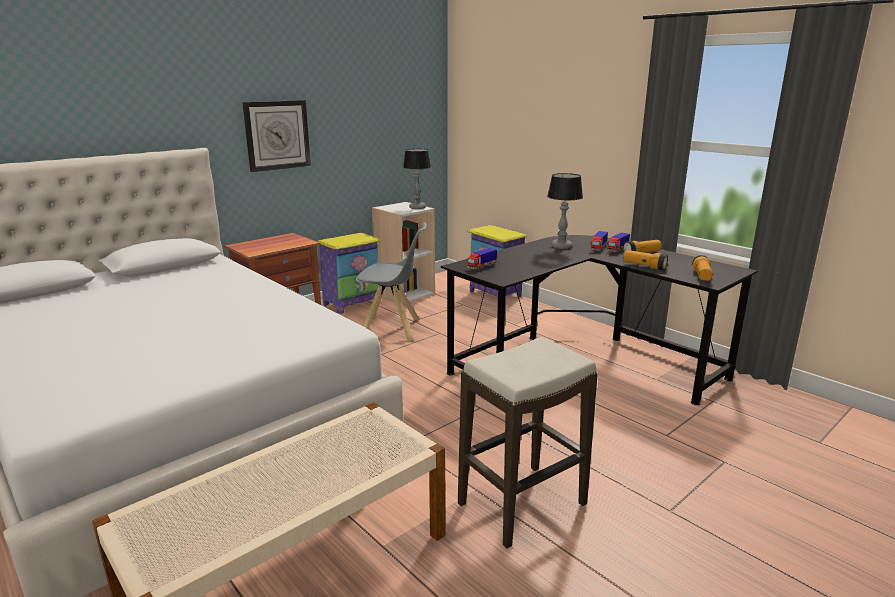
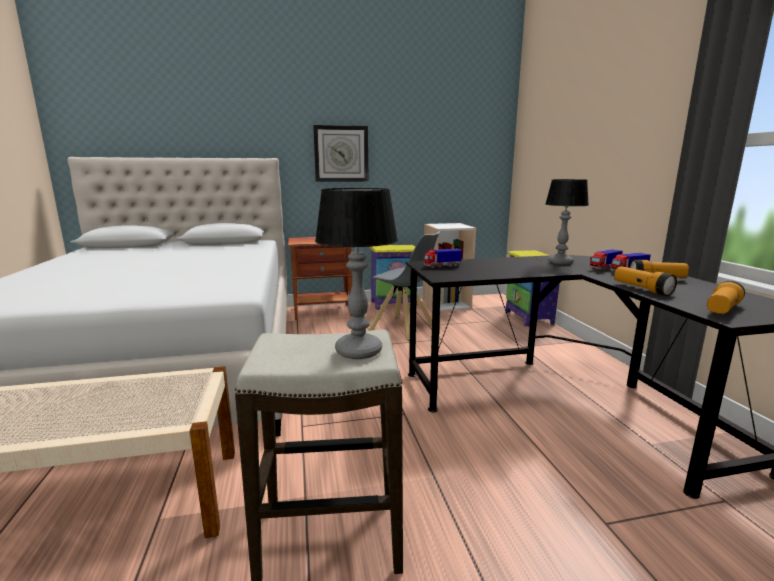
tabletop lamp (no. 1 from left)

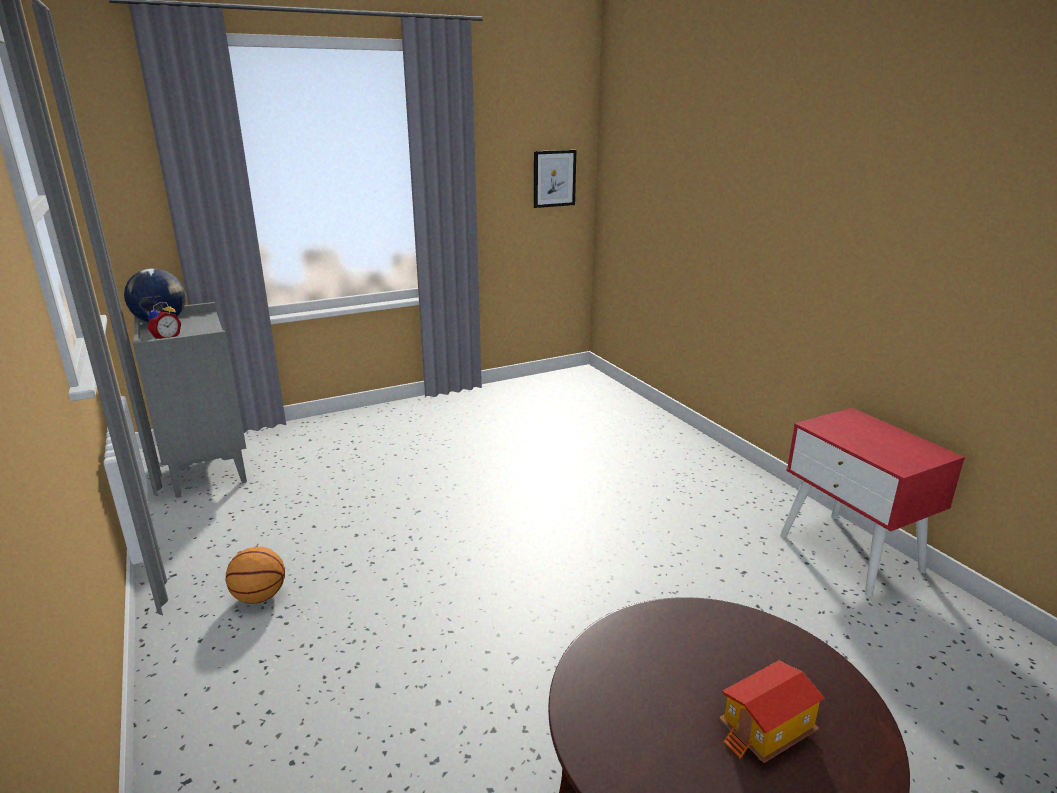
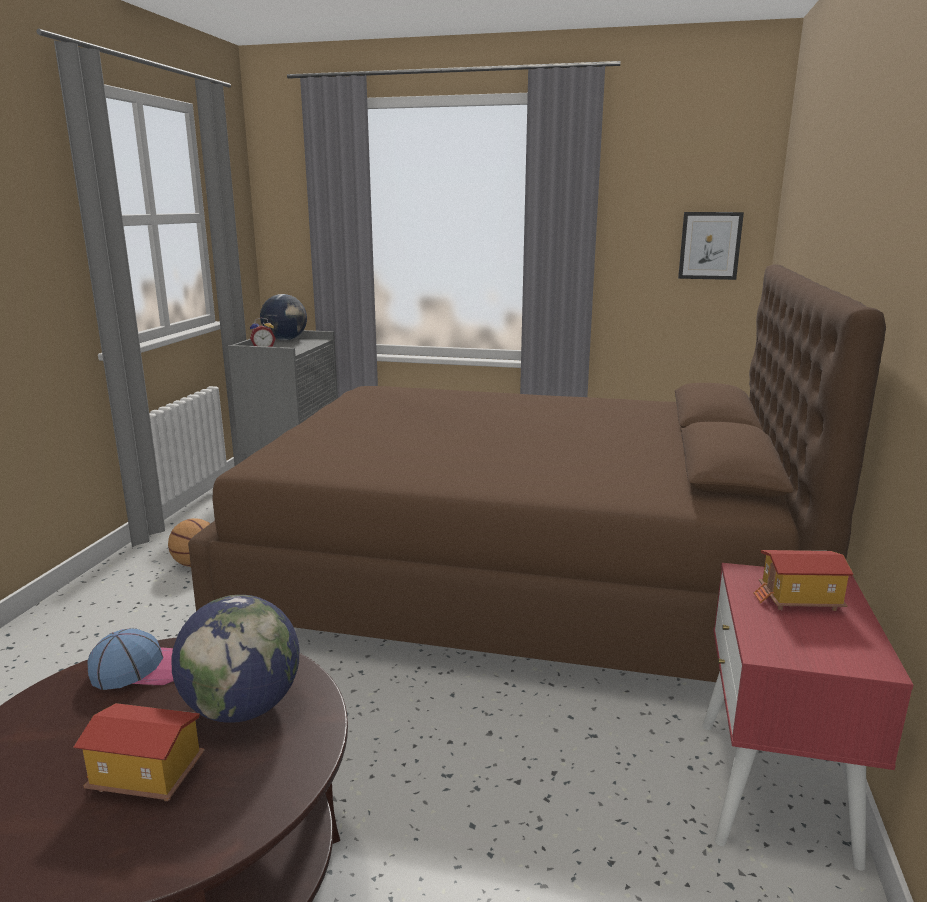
baseball cap
globe (no. 1 from left)
brownish bed
miniature house (no. 2 from left)

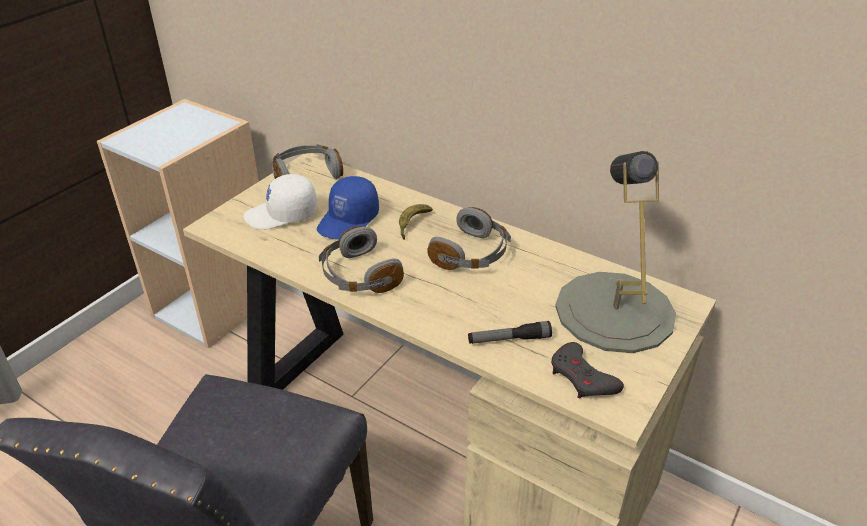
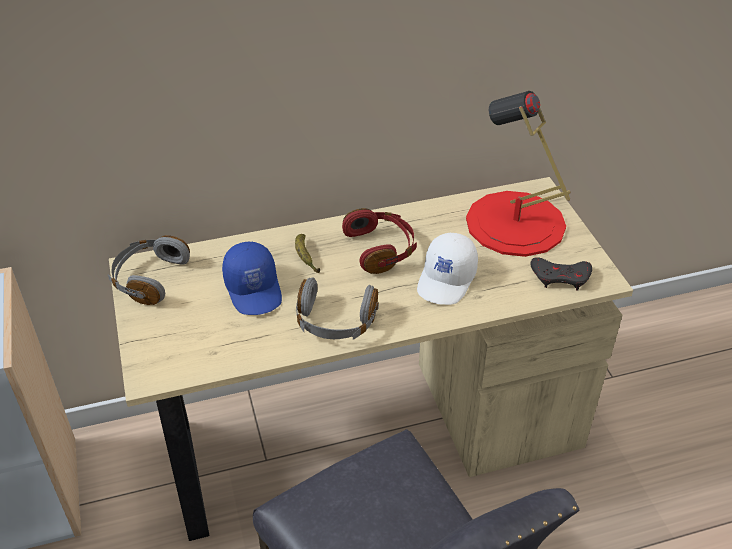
red headphones
white-coloured baseball cap
red tabletop lamp
flashlight

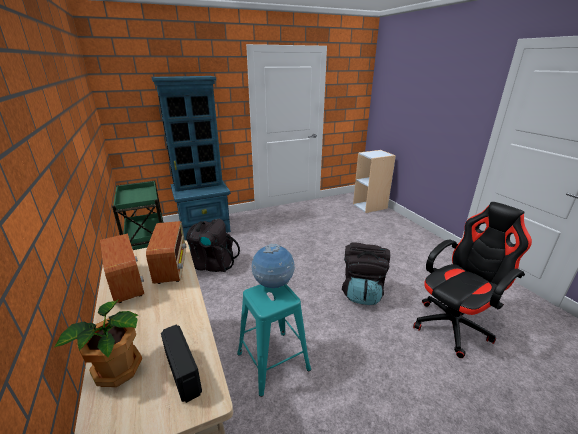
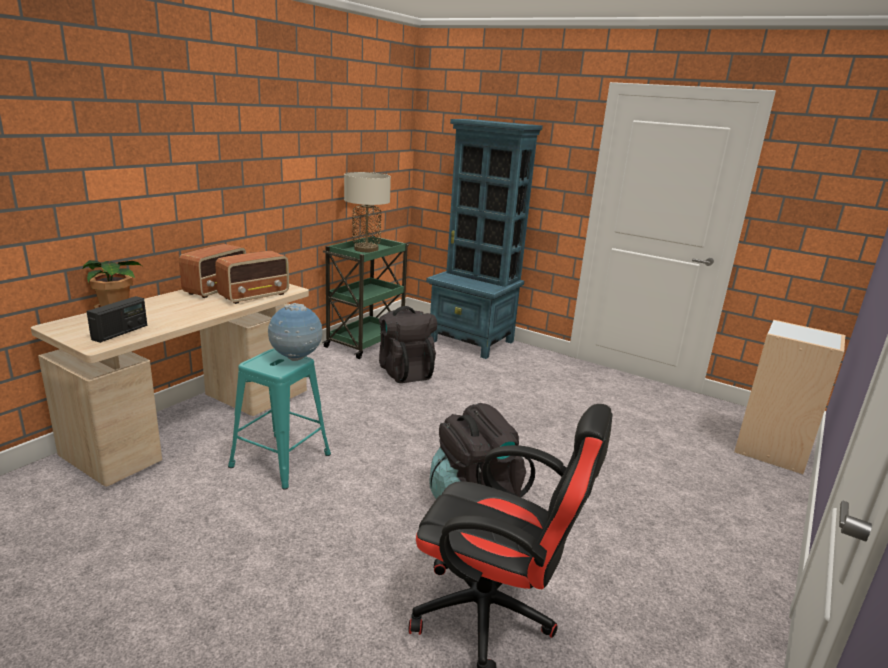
tabletop lamp

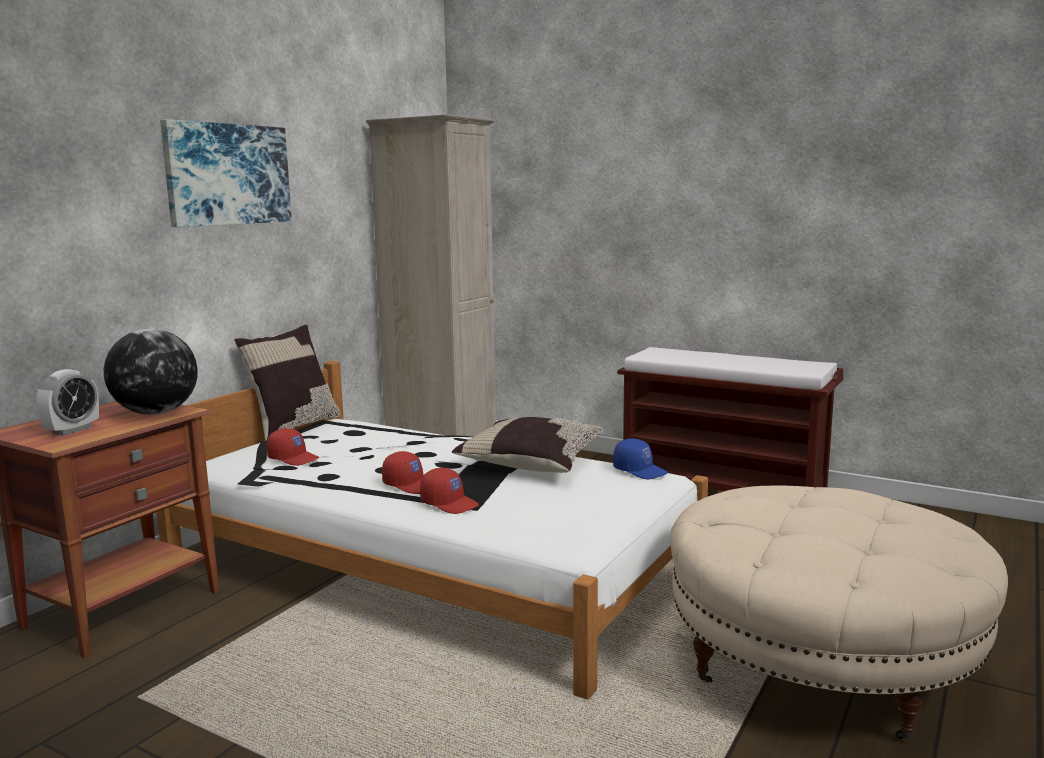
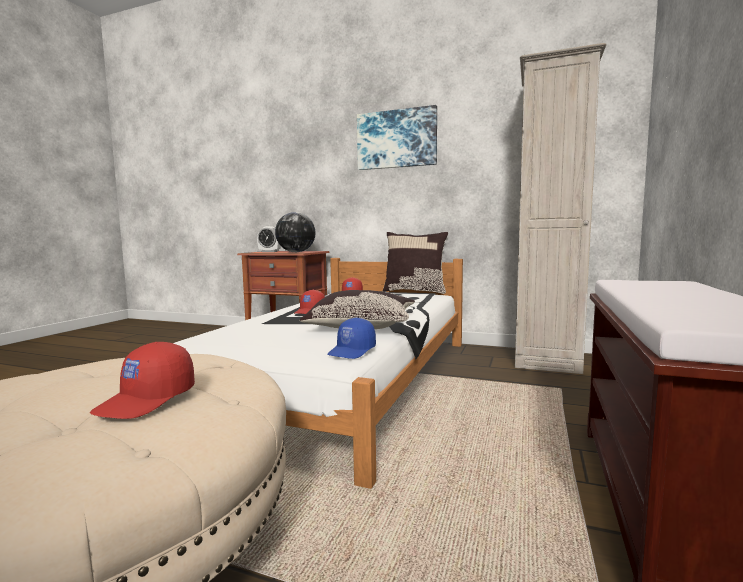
red baseball cap (no. 1 from left)

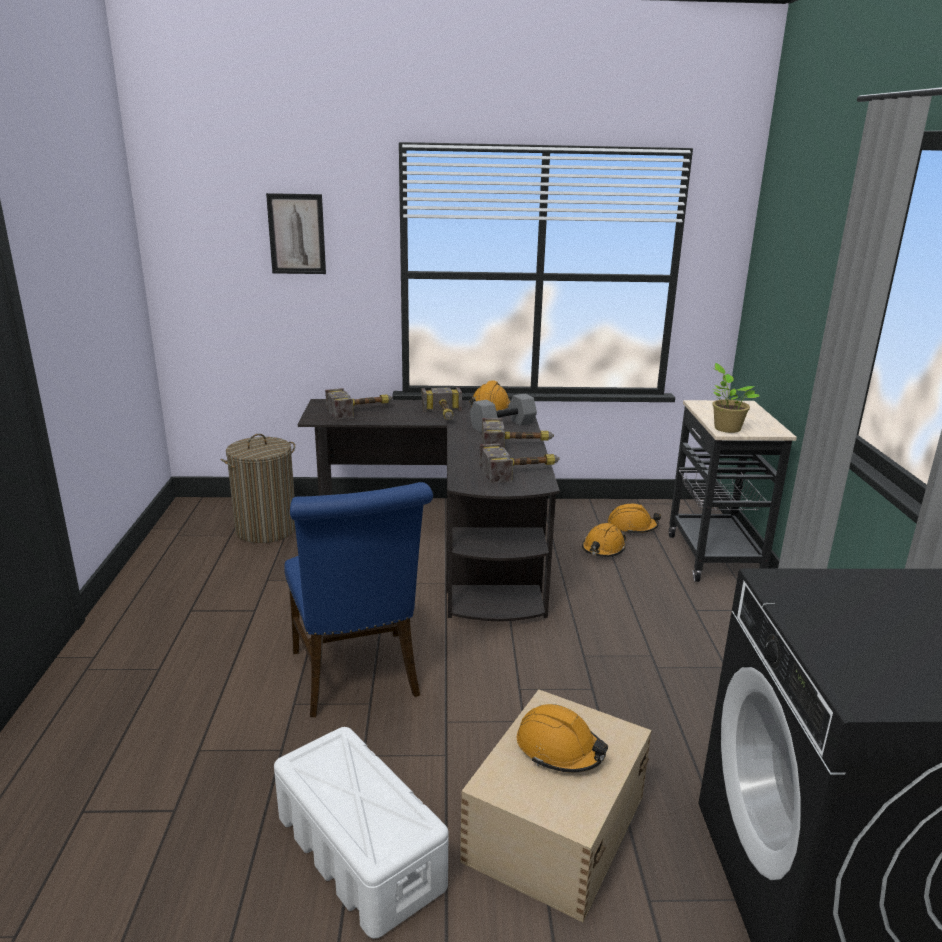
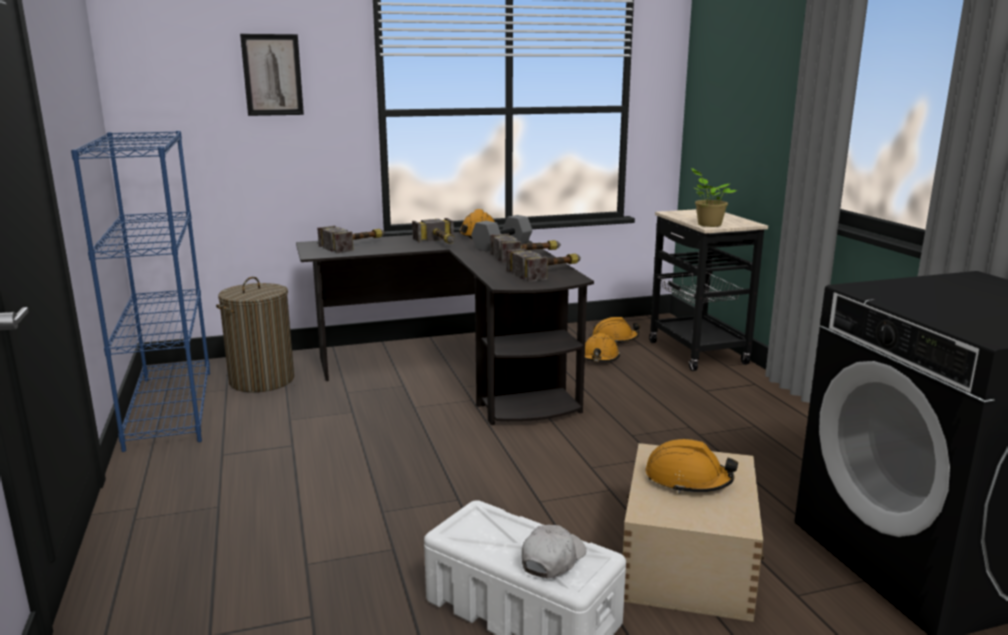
blue-coloured bookshelf
white-coloured baseball cap
blue-coloured plain chair

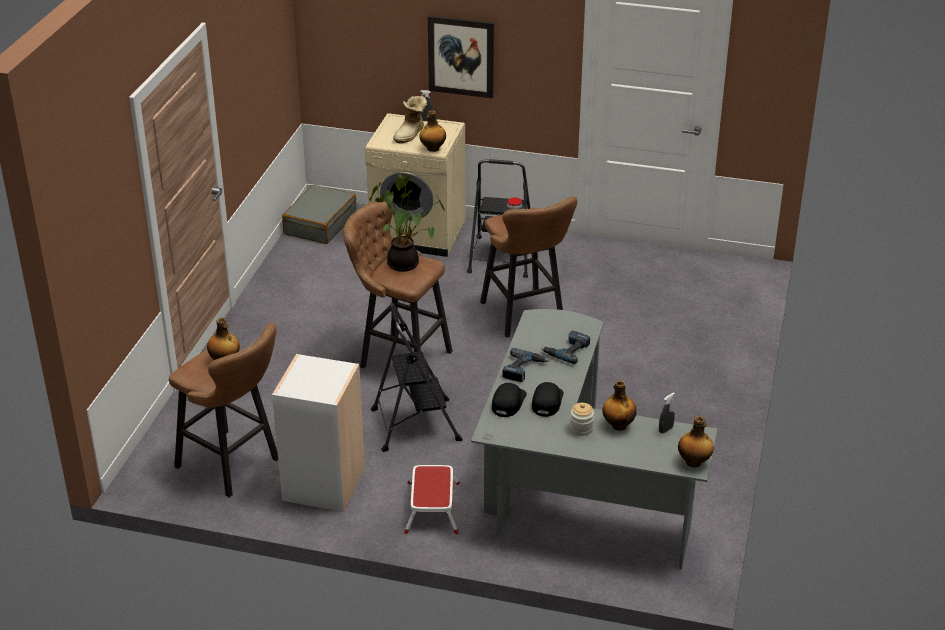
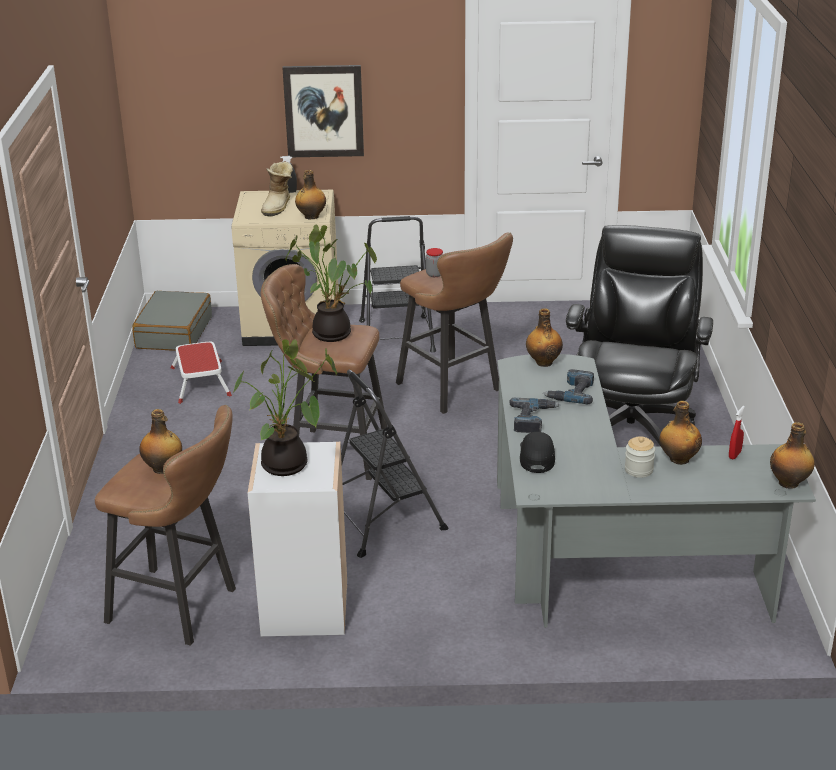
red step ladder
houseplant (no. 1 from left)
drink bottle (no. 3 from left)
black-coloured computer chair
red sprayer
black-coloured baseball cap (no. 2 from left in the first image)

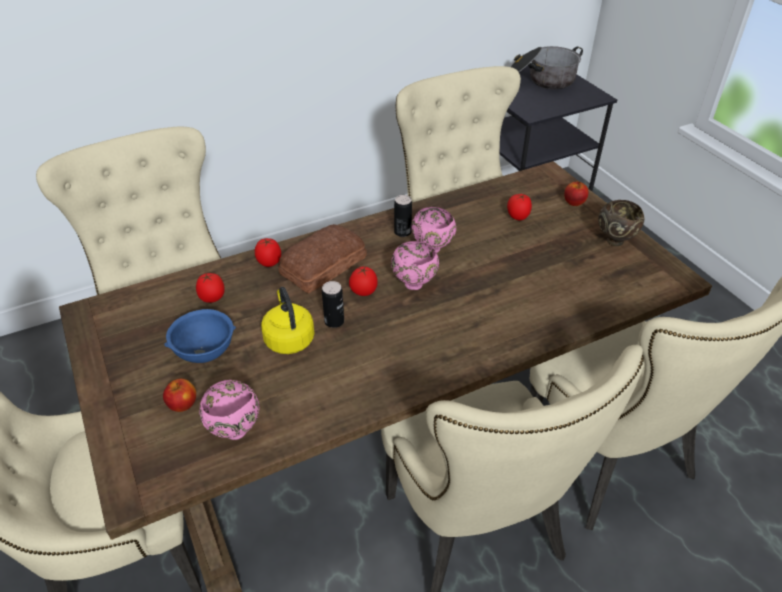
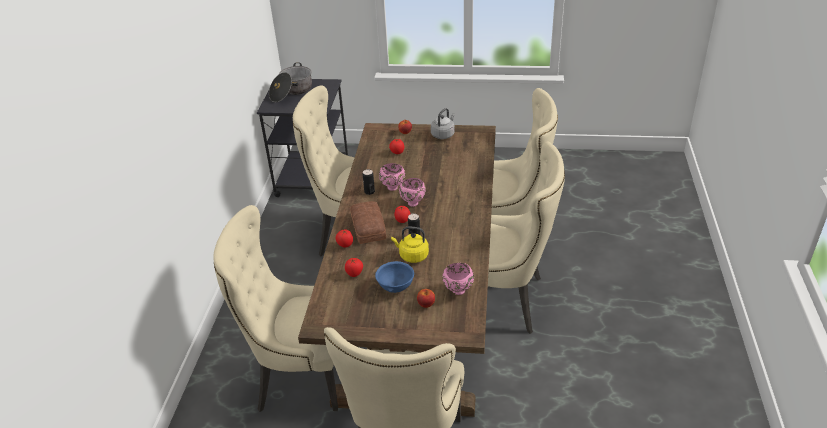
gray tea kettle

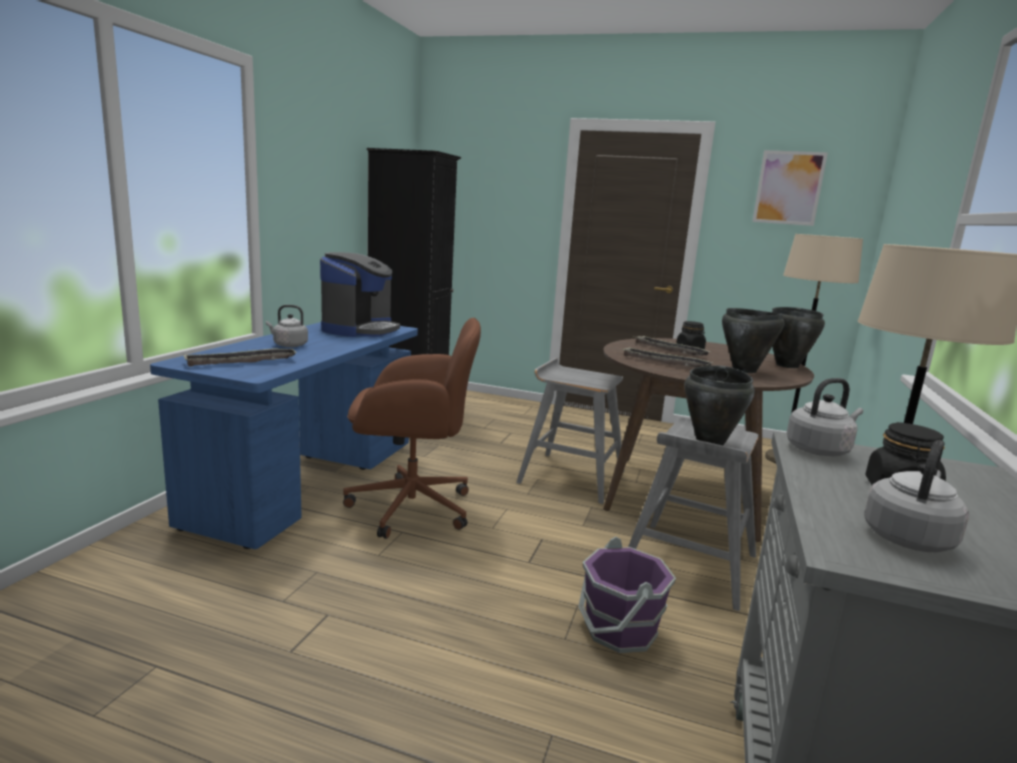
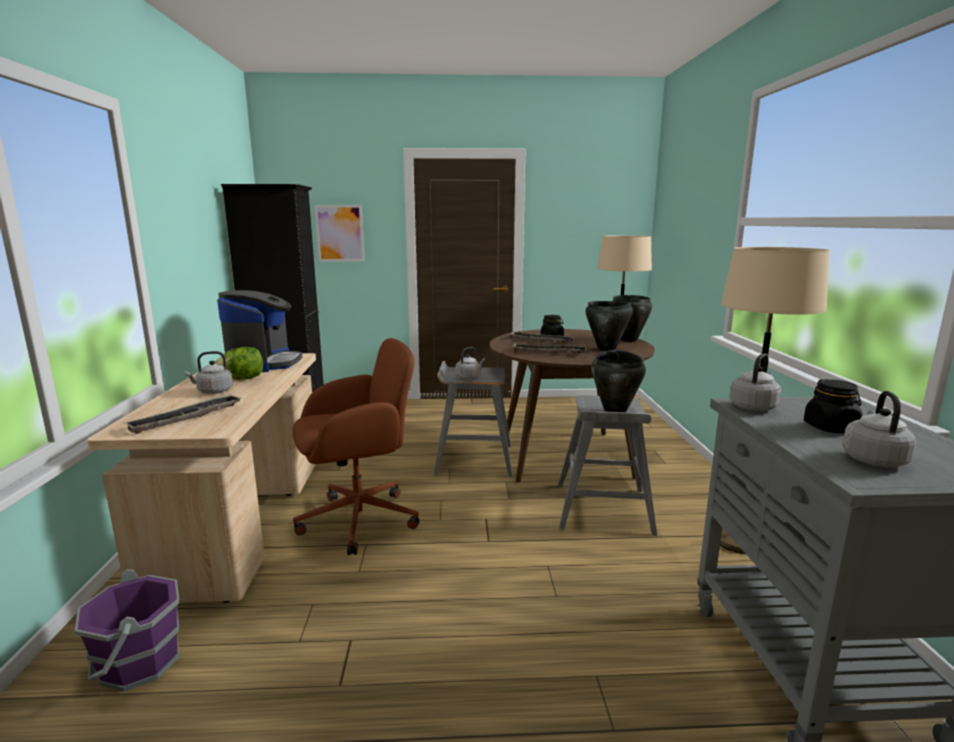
purple bucket
beige desk table
lettuce
picture
gray tea kettle (no. 2 from left)

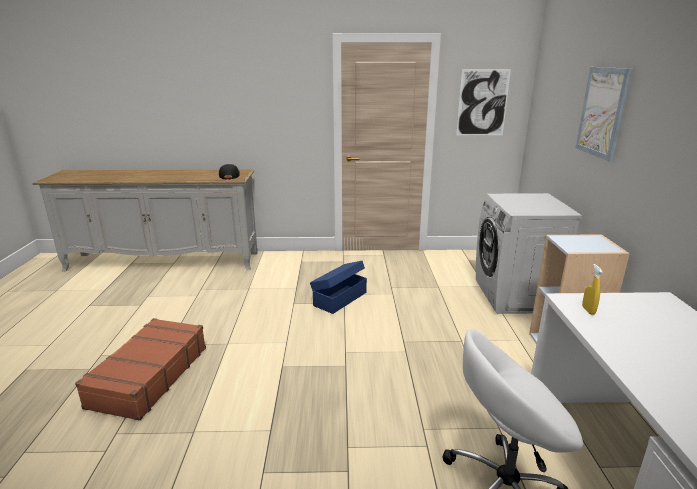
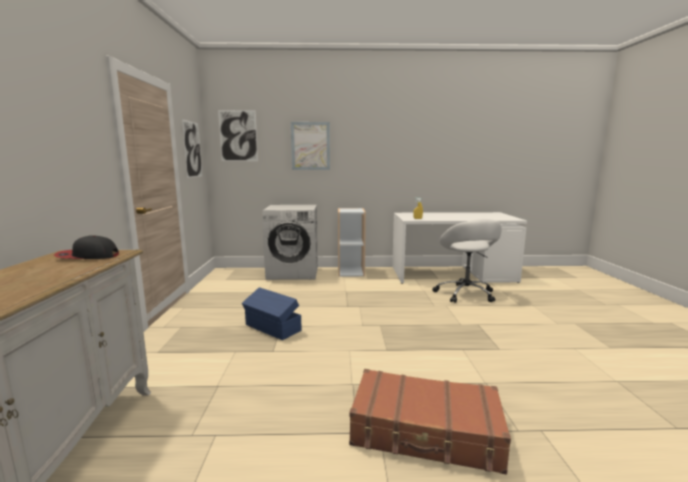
picture (no. 2 from left)

